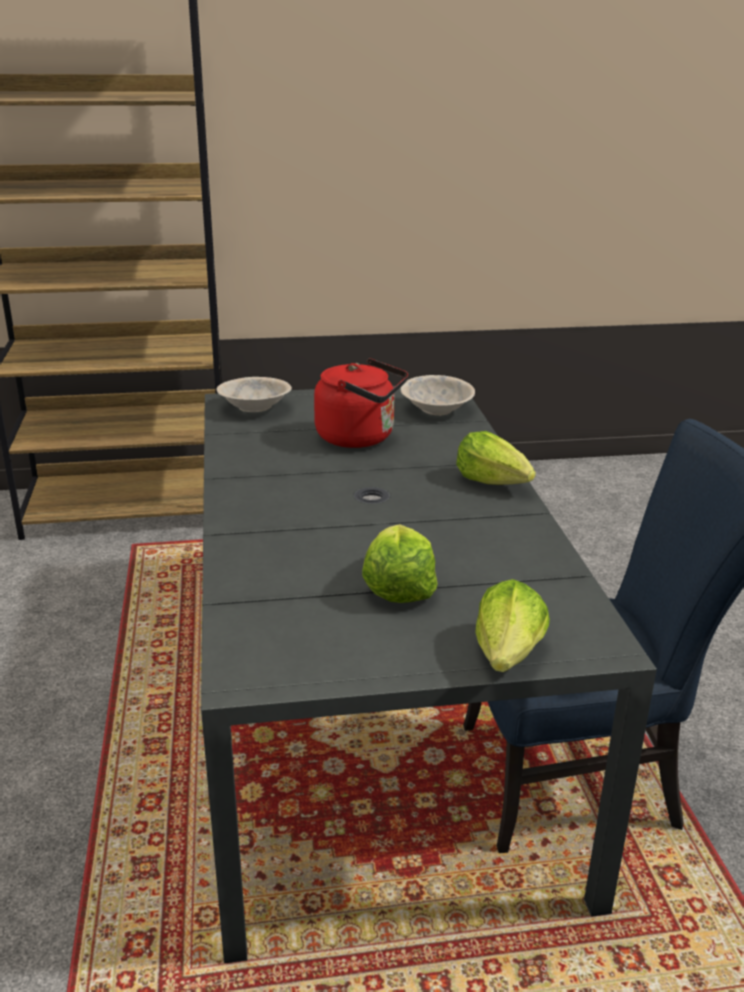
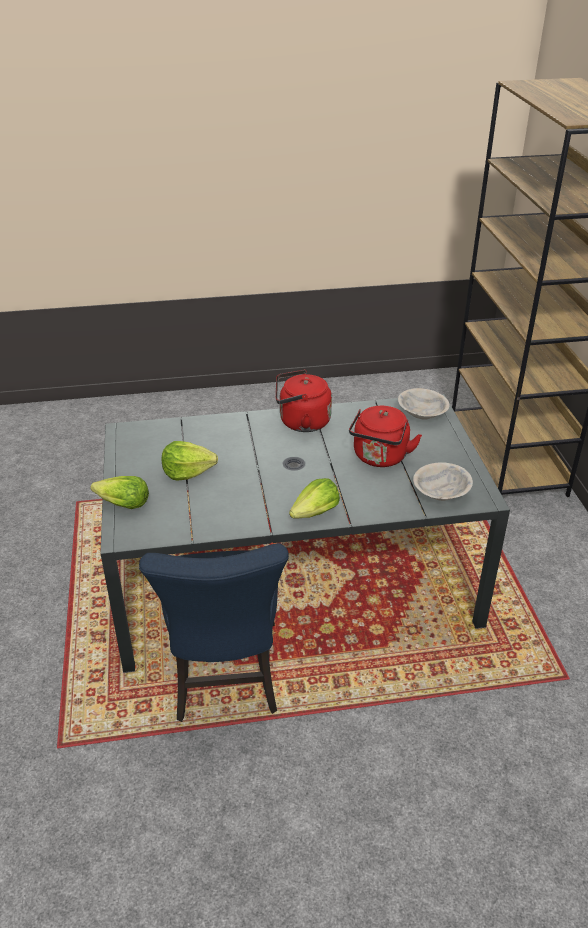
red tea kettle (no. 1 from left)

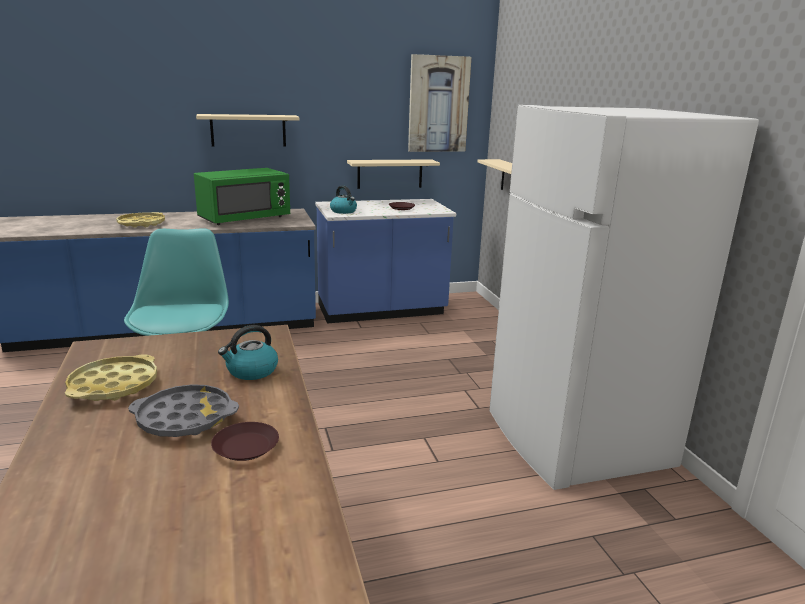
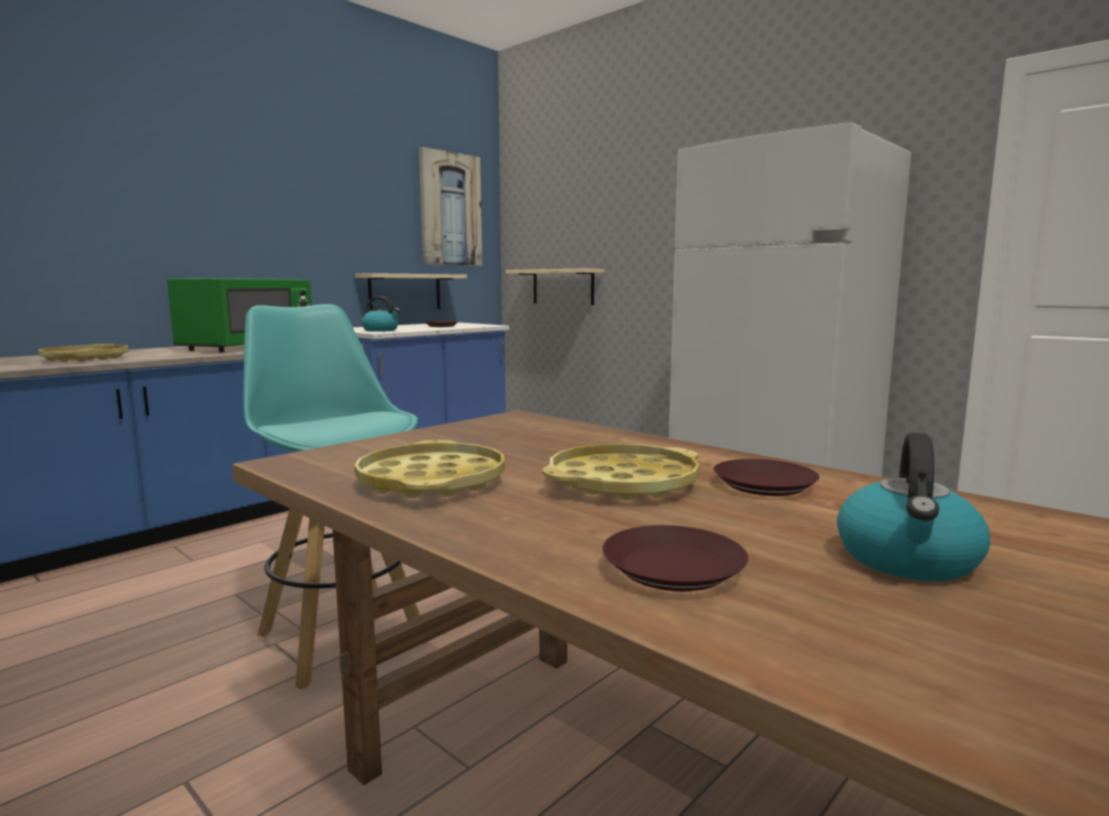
yellowish serving tray (no. 3 from left)
brownish flat dish (no. 2 from left)
tea kettle (no. 2 from left)
beige shelf (no. 1 from left in the first image)

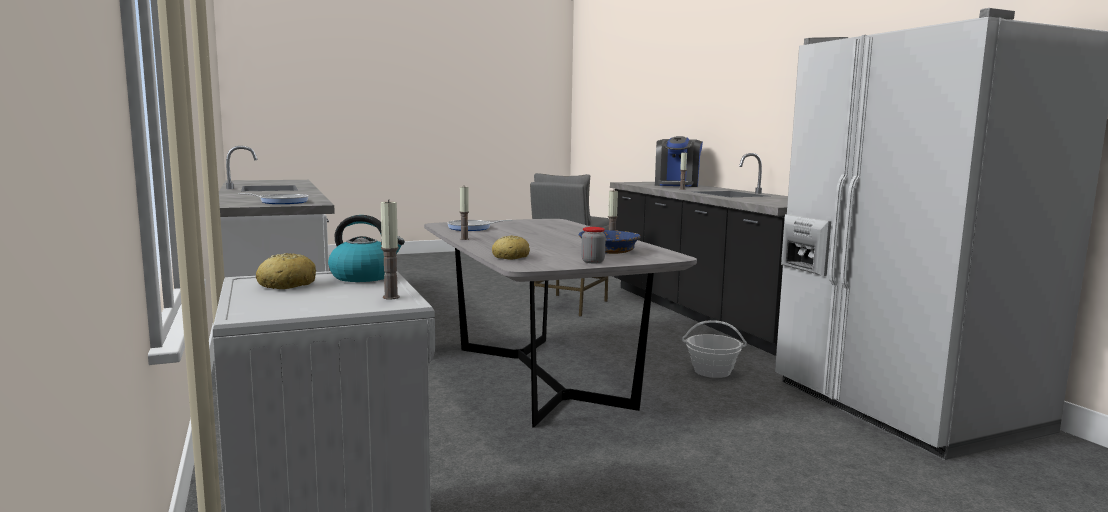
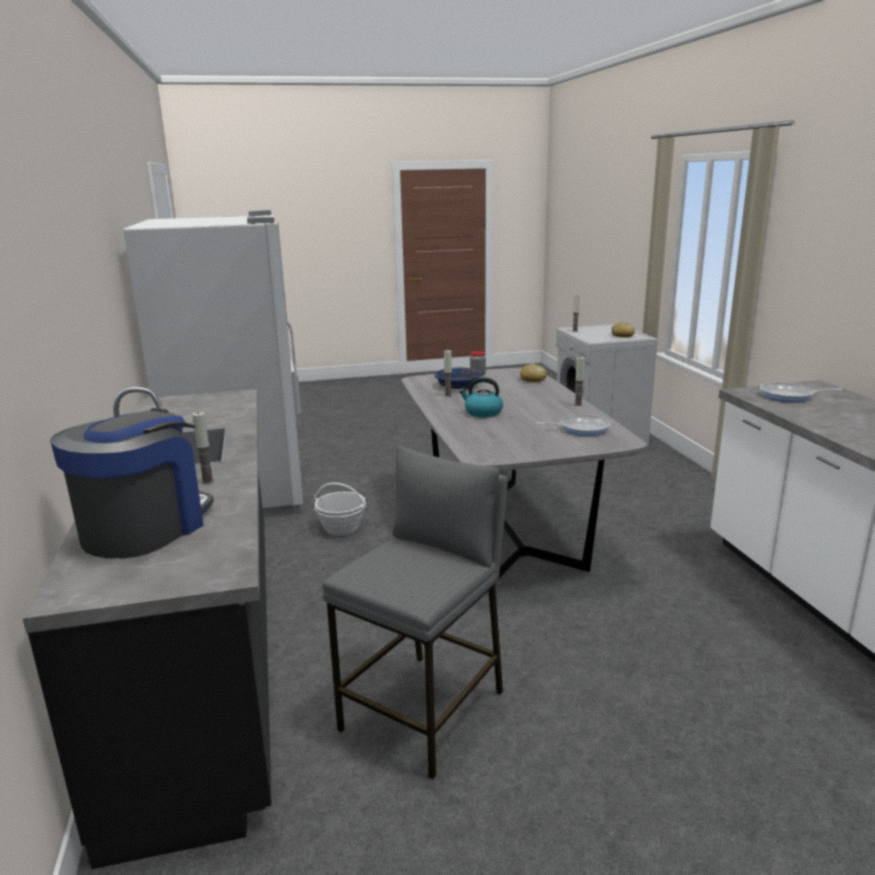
tea kettle

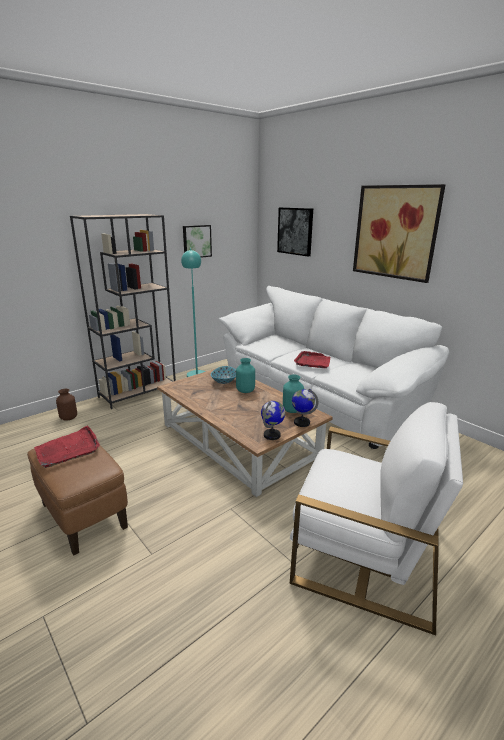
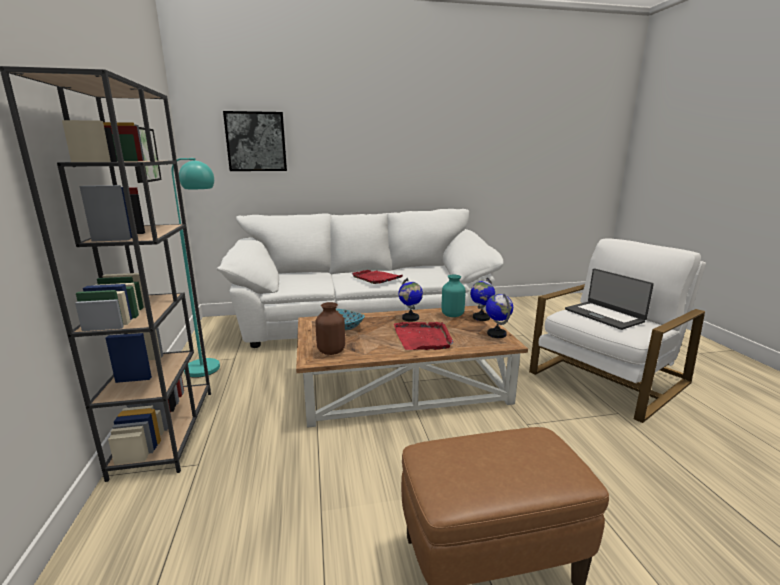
brownish vase
red serving tray (no. 2 from left)
globe (no. 1 from left)
portable computer
turquoise-coloured vase (no. 1 from left in the first image)
picture (no. 3 from left in the first image)

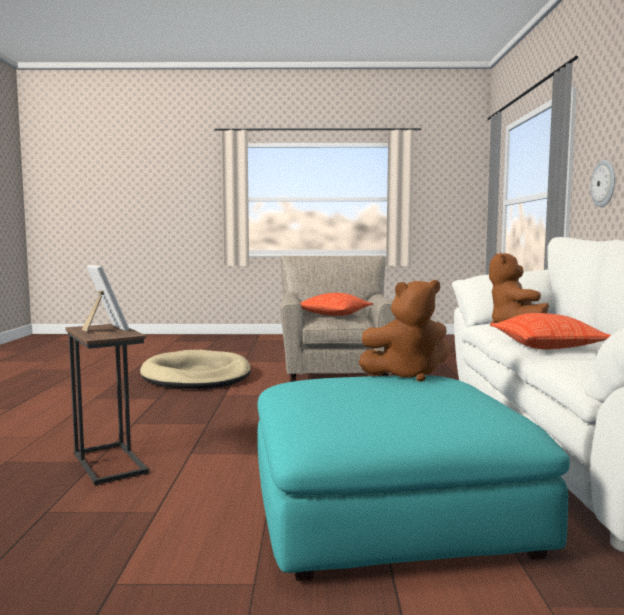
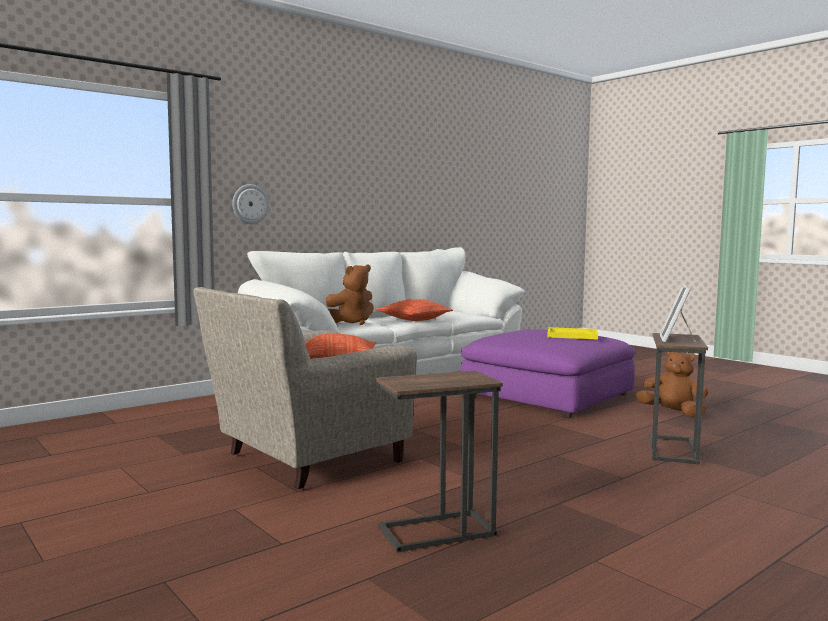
brownish side table (no. 1 from left)
purple footrest
yellowish serving tray
brownish soft toy (no. 2 from left)

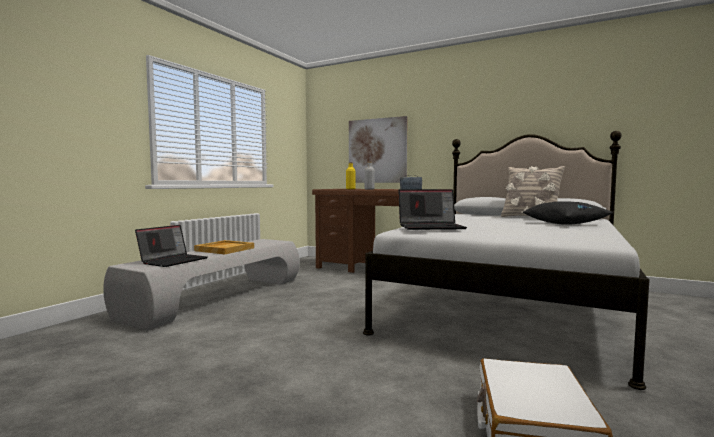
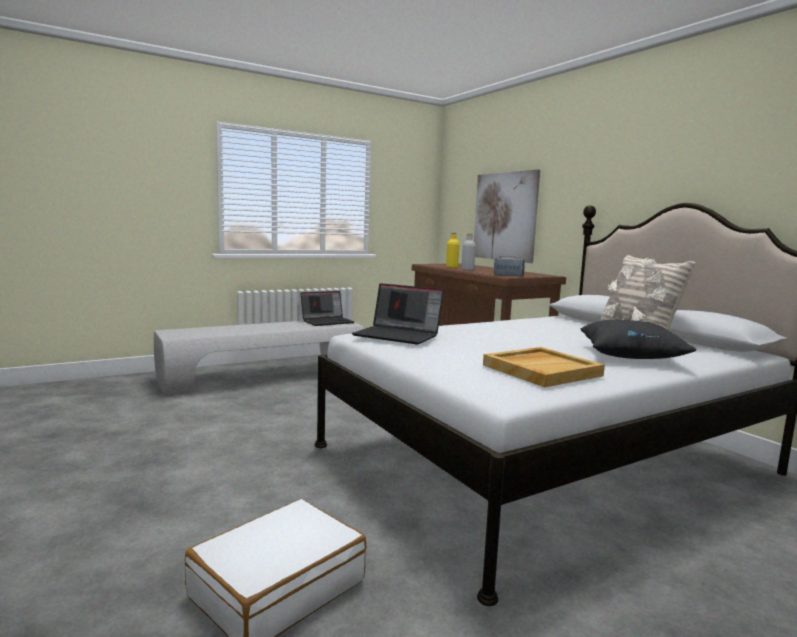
portable computer (no. 1 from left)
beige serving tray

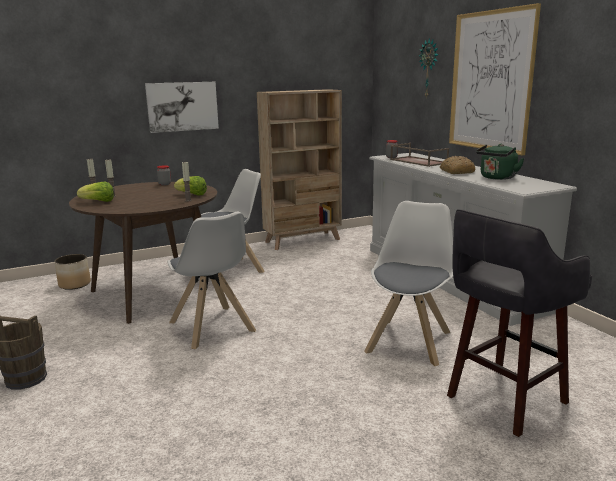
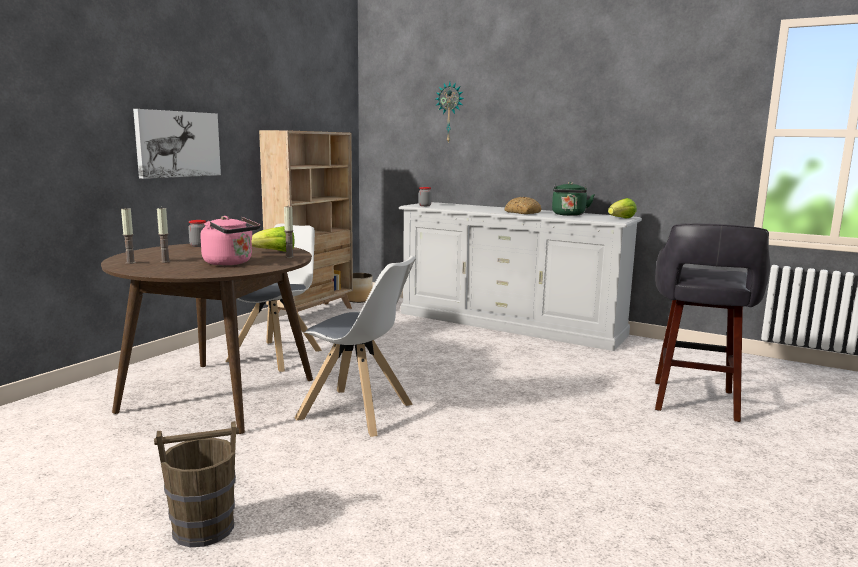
pink tea kettle
flower pot
lettuce (no. 2 from left)
plain chair (no. 3 from left in the first image)
brownish serving tray
picture (no. 2 from left in the first image)

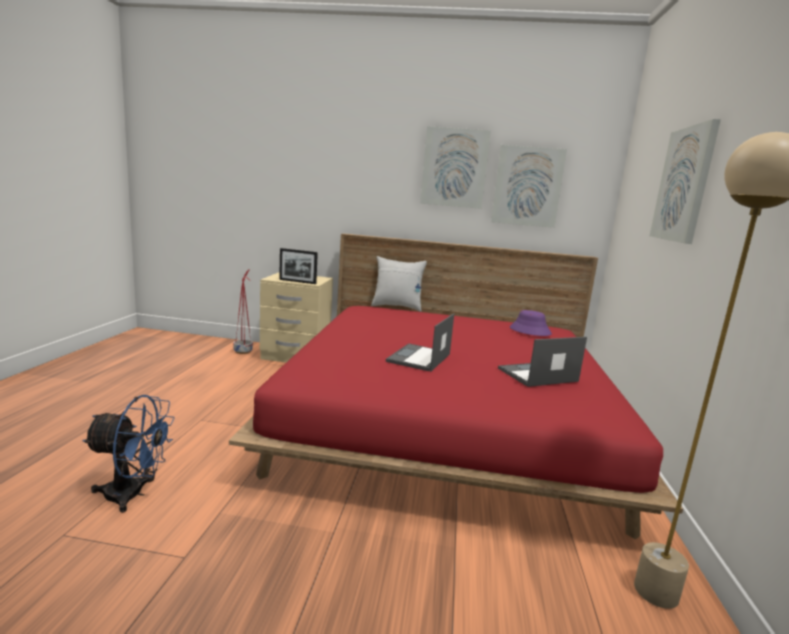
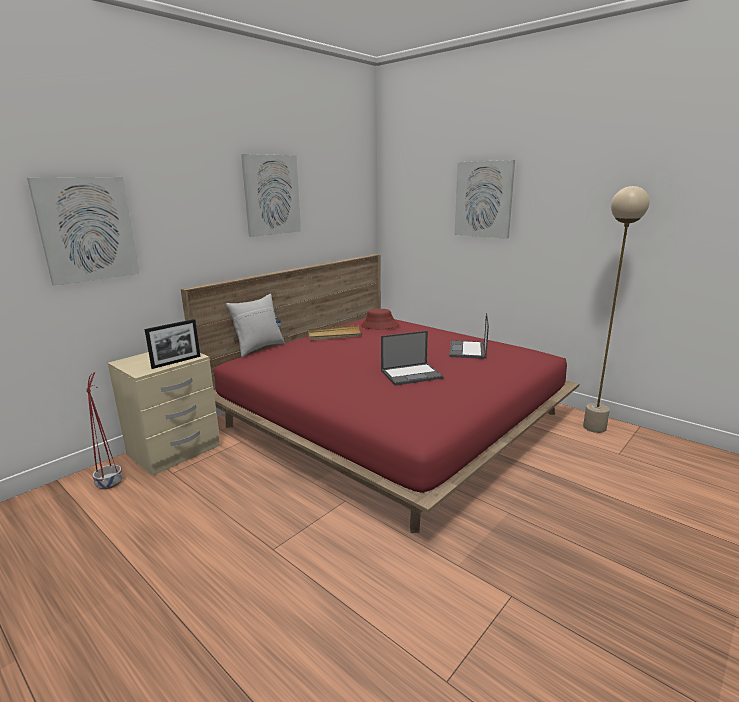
picture (no. 1 from left)
beige serving tray
red clothing hat
portable computer (no. 1 from left)
blue-coloured cooling fan

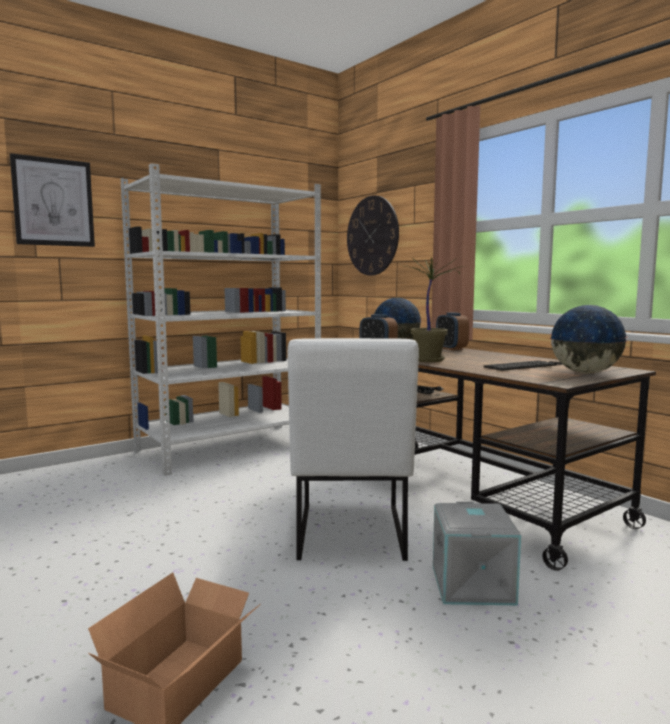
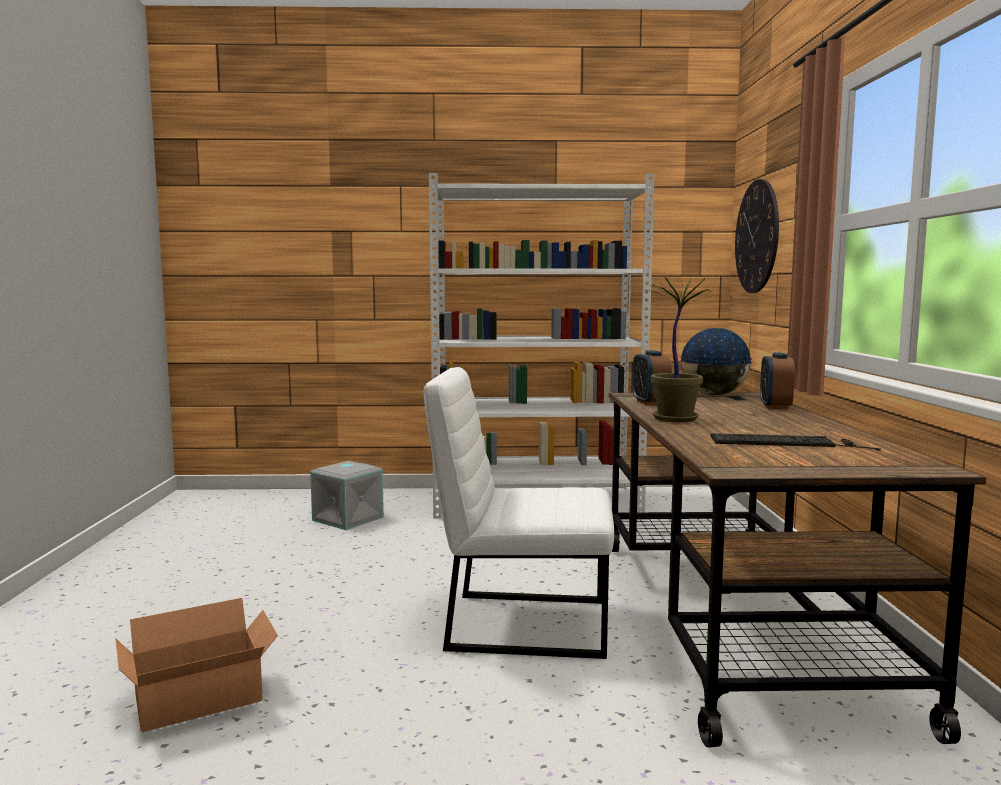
gray storage container
white-coloured plain chair
picture
globe (no. 2 from left in the first image)

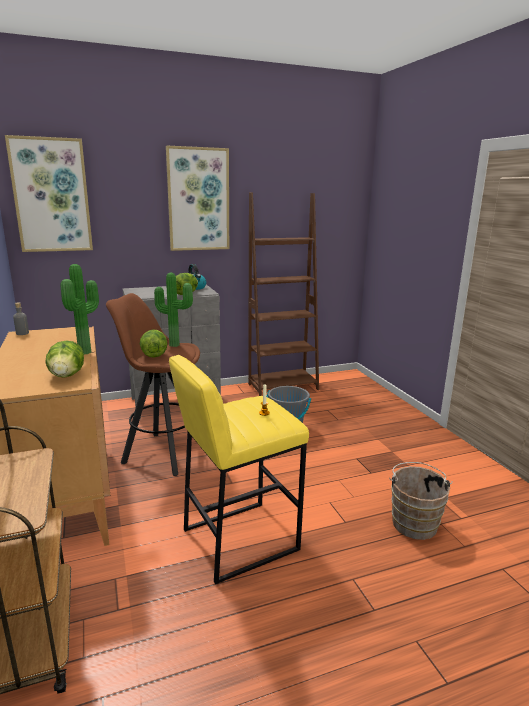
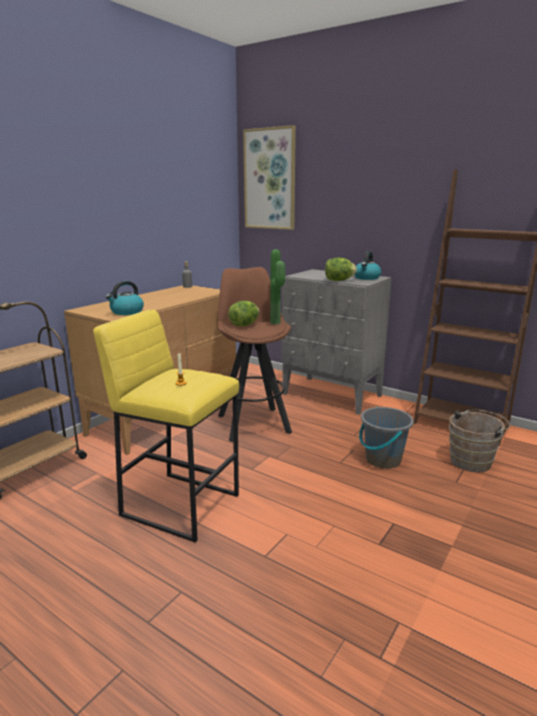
tea kettle (no. 1 from left)
brownish bucket
houseplant (no. 1 from left in the first image)
picture (no. 2 from left in the first image)

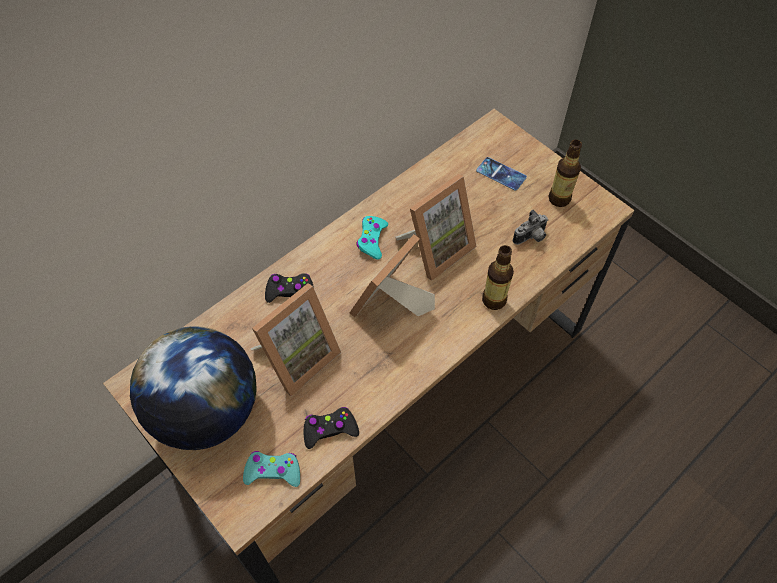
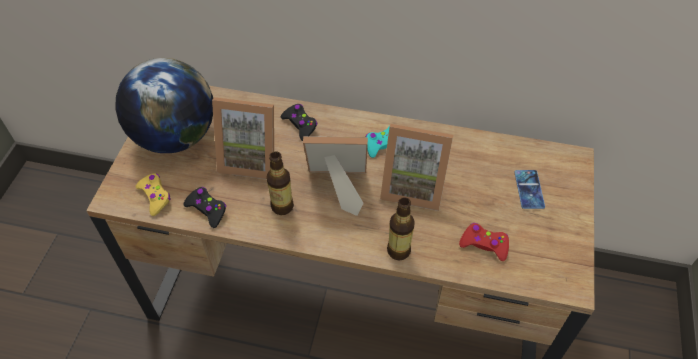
yellowish gamepad
drink bottle (no. 1 from left)
red gamepad

